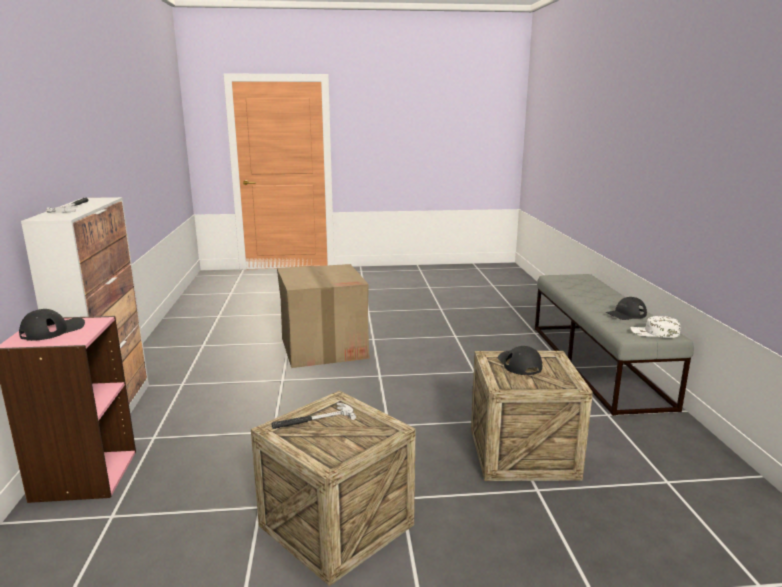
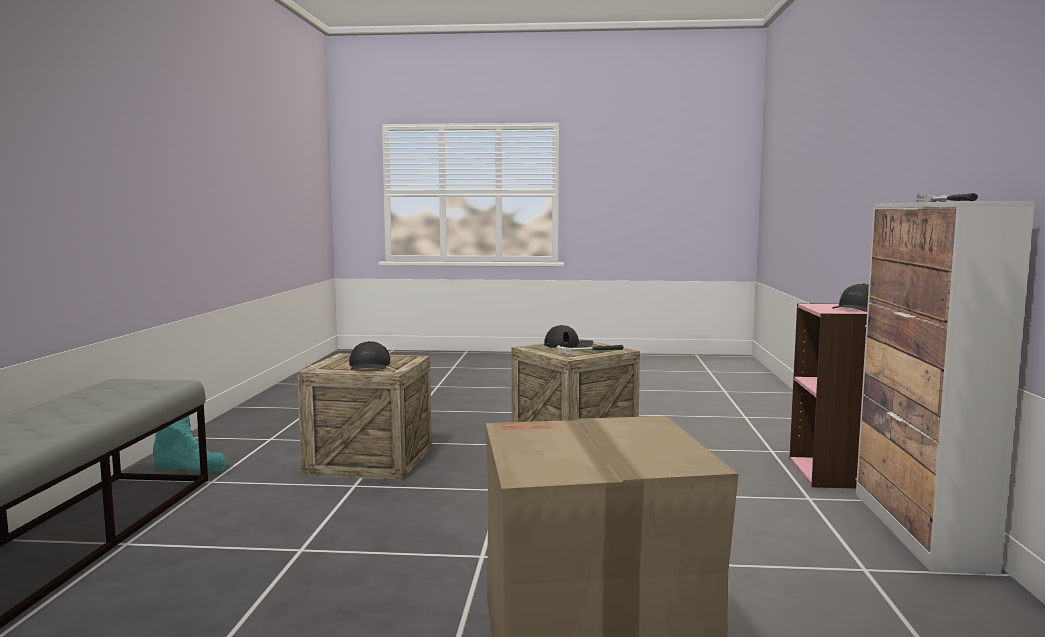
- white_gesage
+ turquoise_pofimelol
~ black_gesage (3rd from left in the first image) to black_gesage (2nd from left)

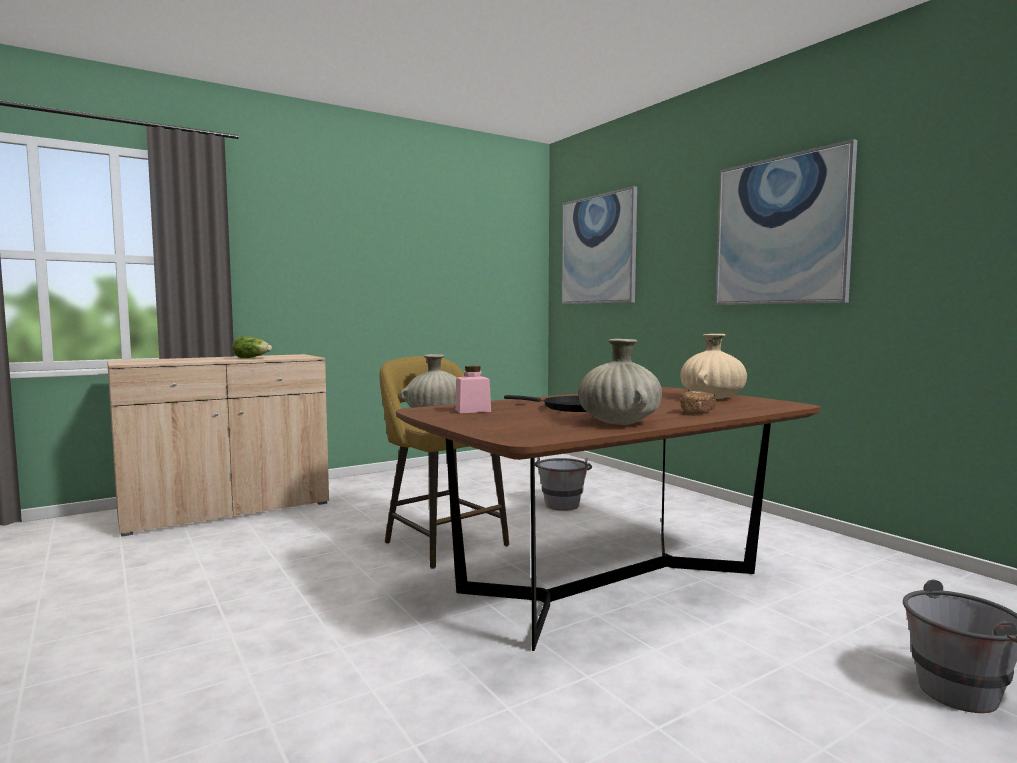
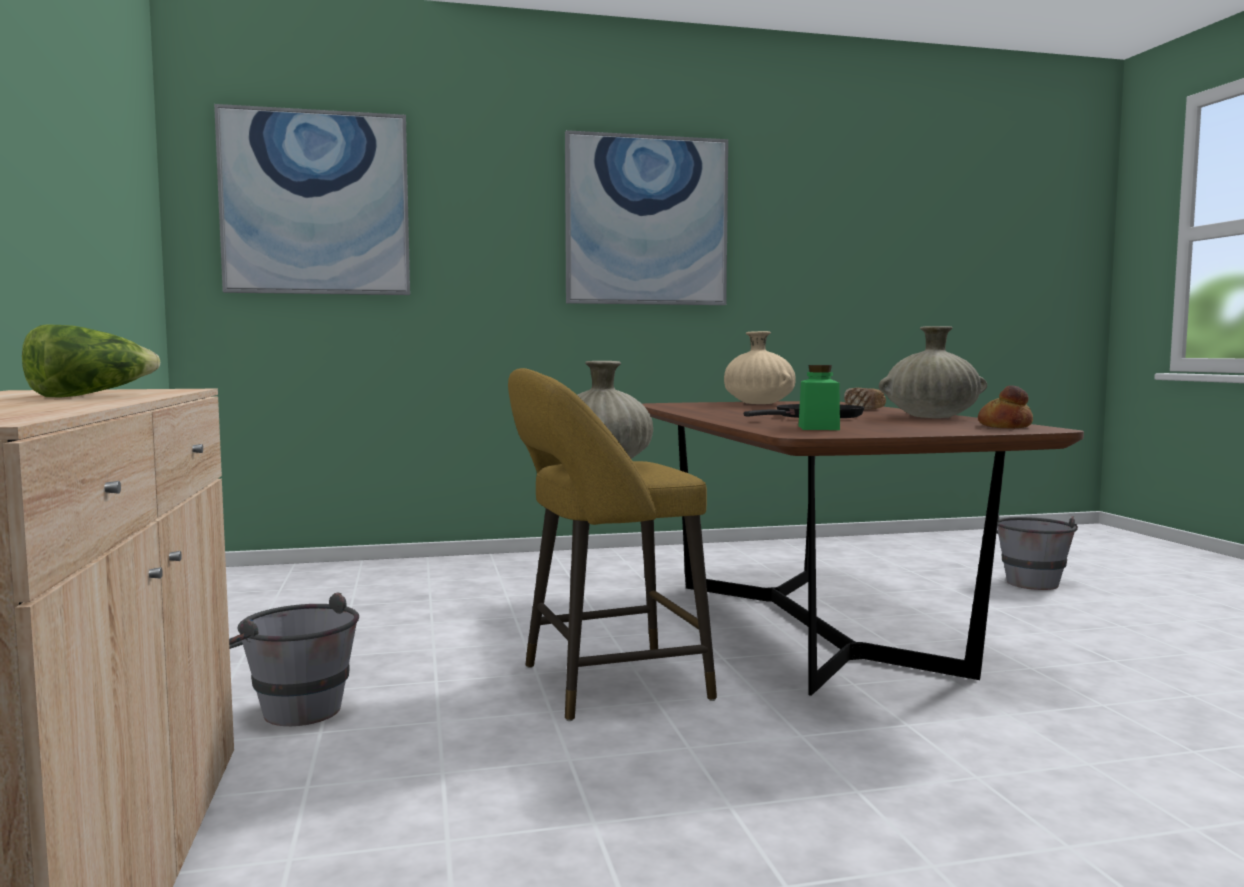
+ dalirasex (2nd from left)
~ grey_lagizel (1st from left)
~ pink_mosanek to green_mosanek

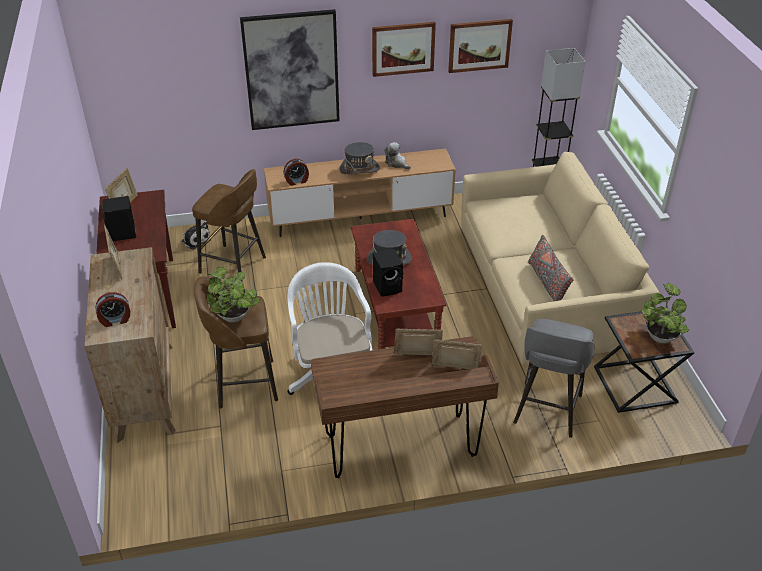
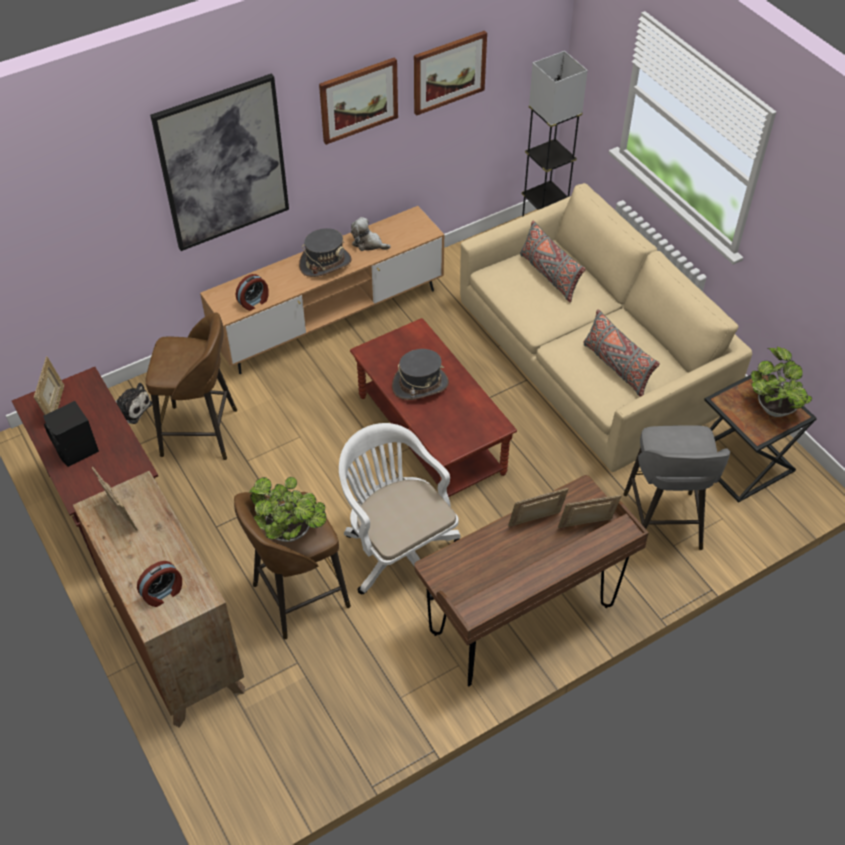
- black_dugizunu (2nd from left)
+ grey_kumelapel (1st from left)

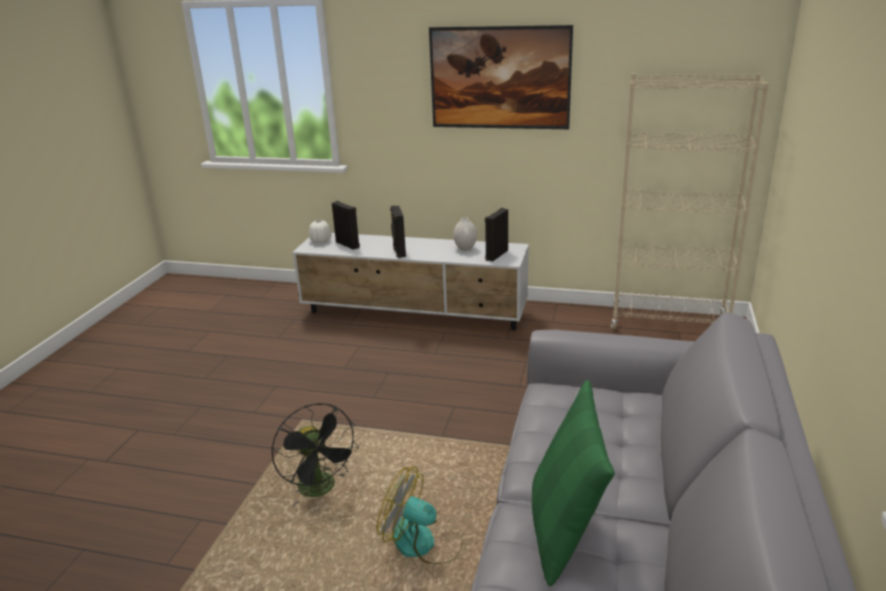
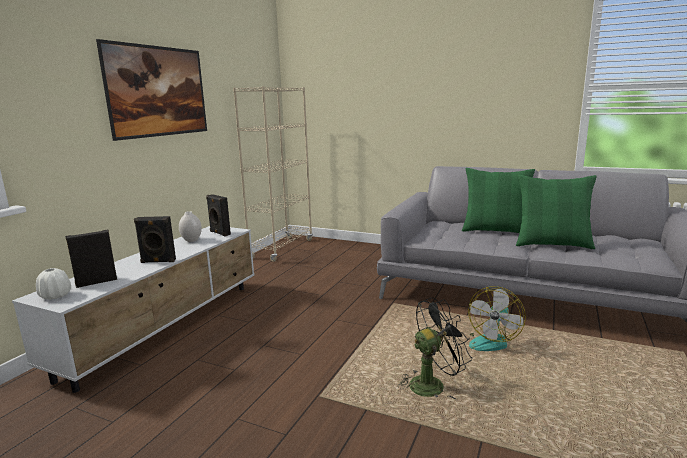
+ green_kumelapel (1st from left)

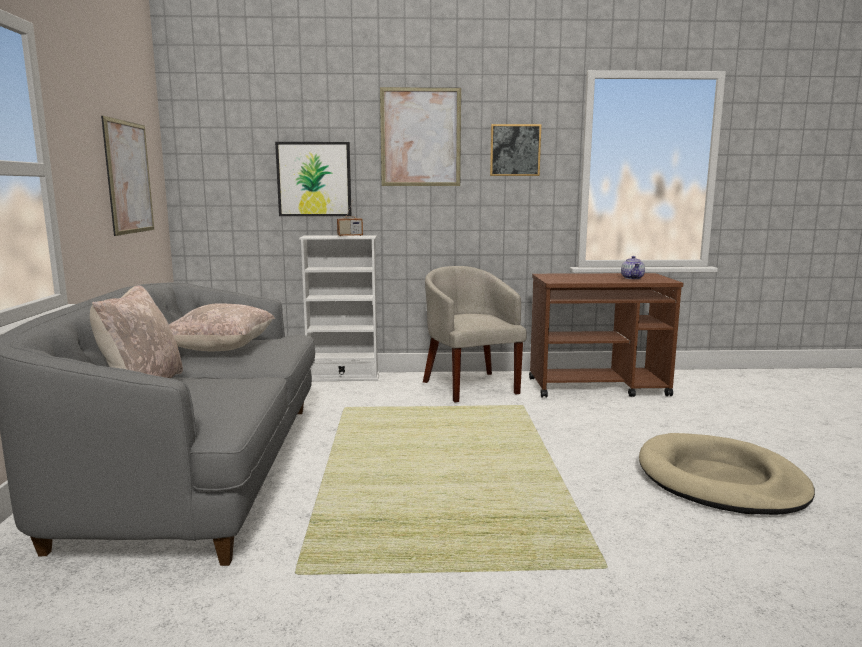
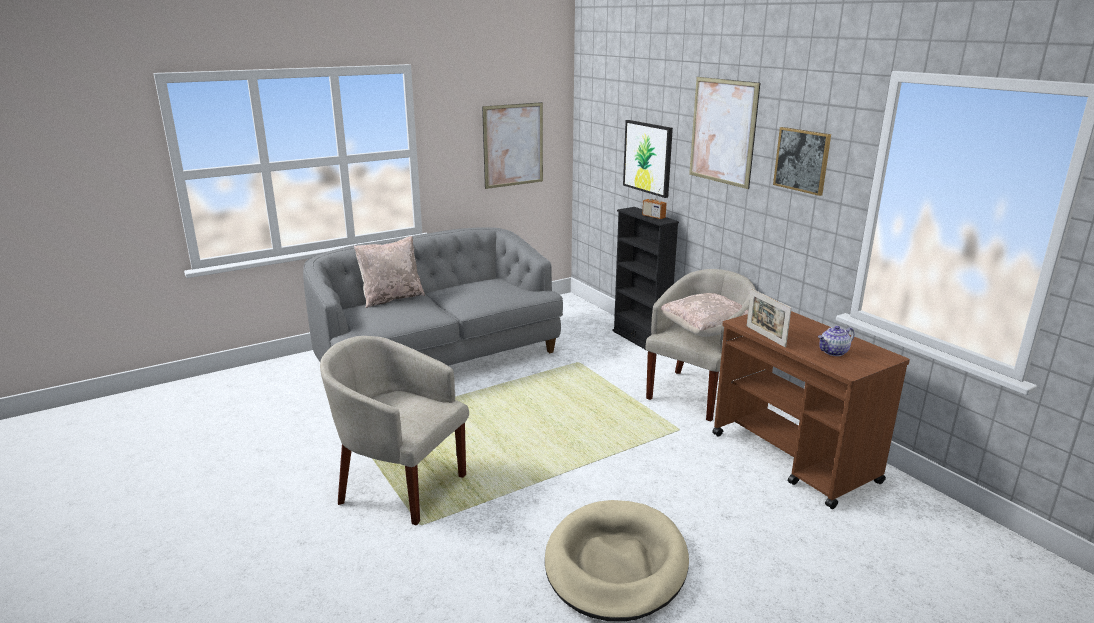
+ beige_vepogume (1st from left)
+ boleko
~ beige_kumelapel (2nd from left)
~ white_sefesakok to black_sefesakok

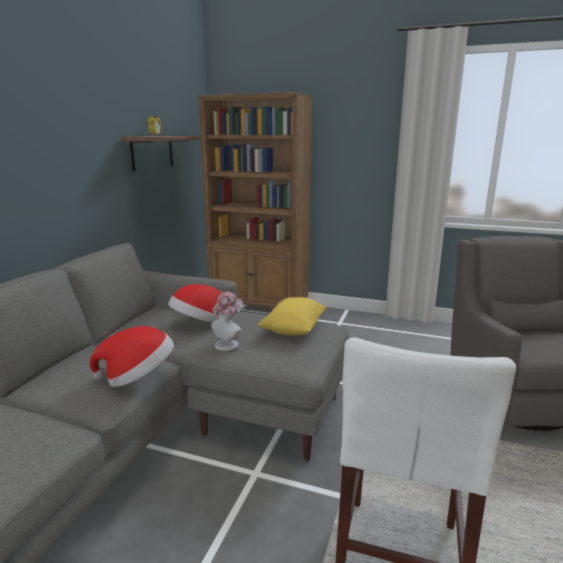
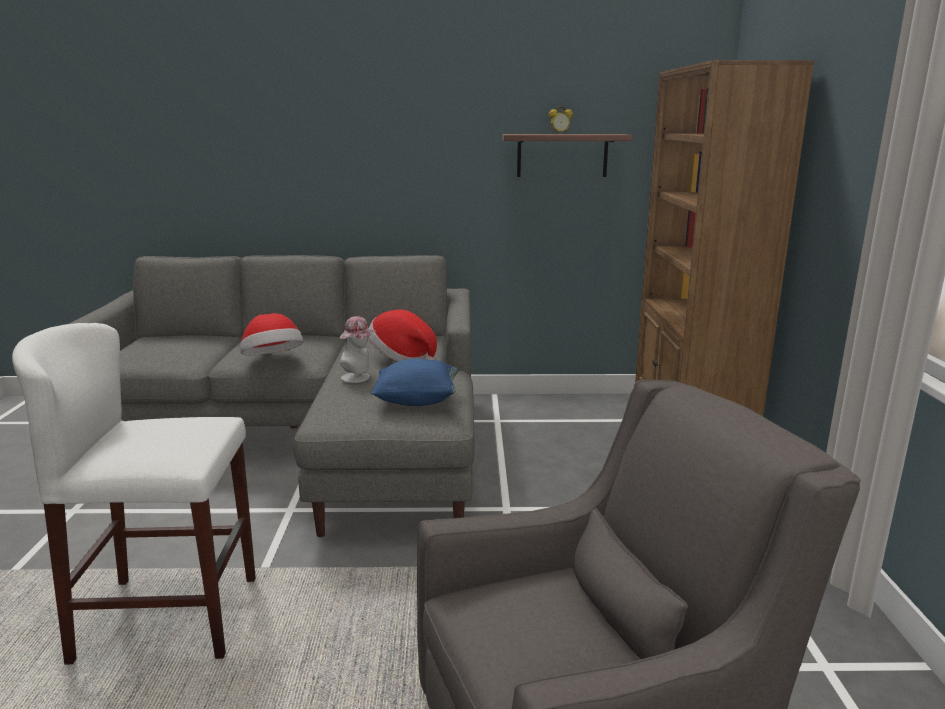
~ yellow_kumelapel to blue_kumelapel

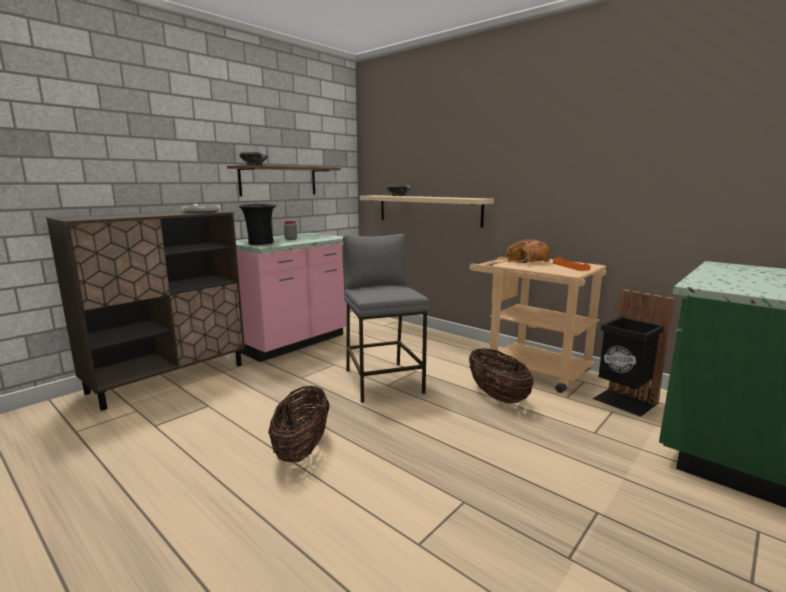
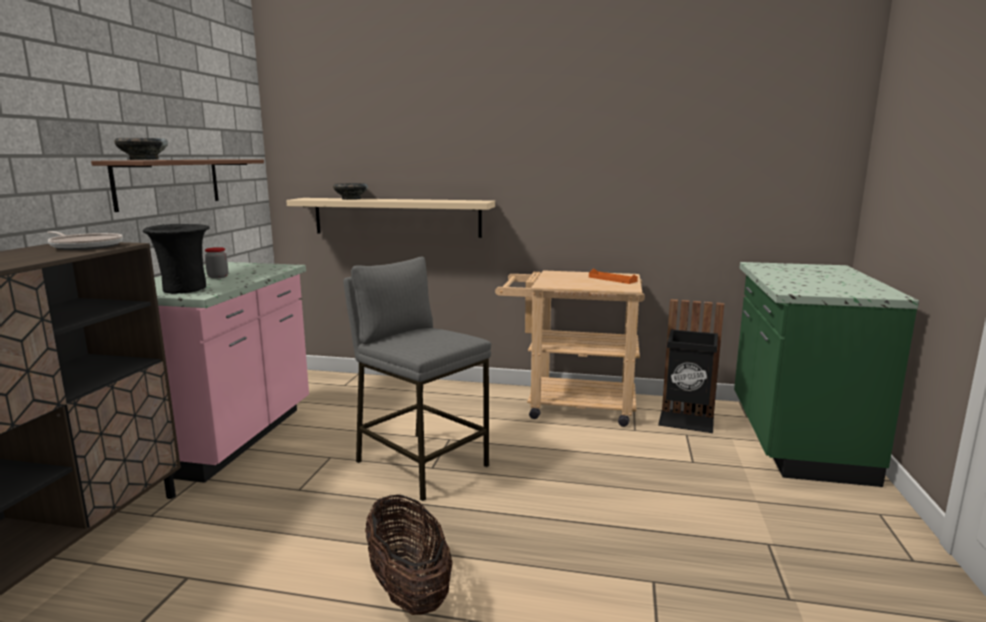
- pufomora (2nd from left)
- dalirasex

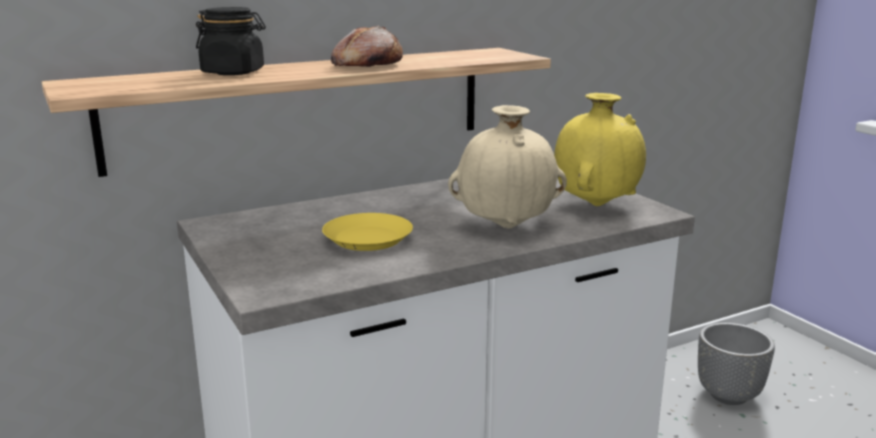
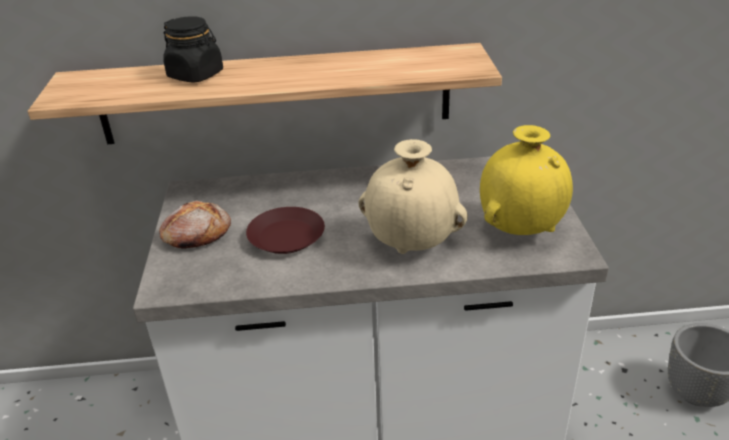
~ dalirasex
~ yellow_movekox to brown_movekox

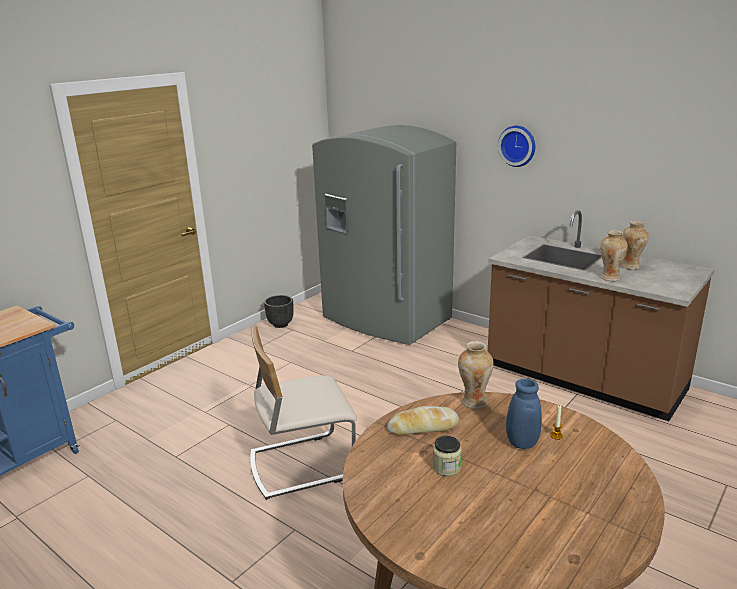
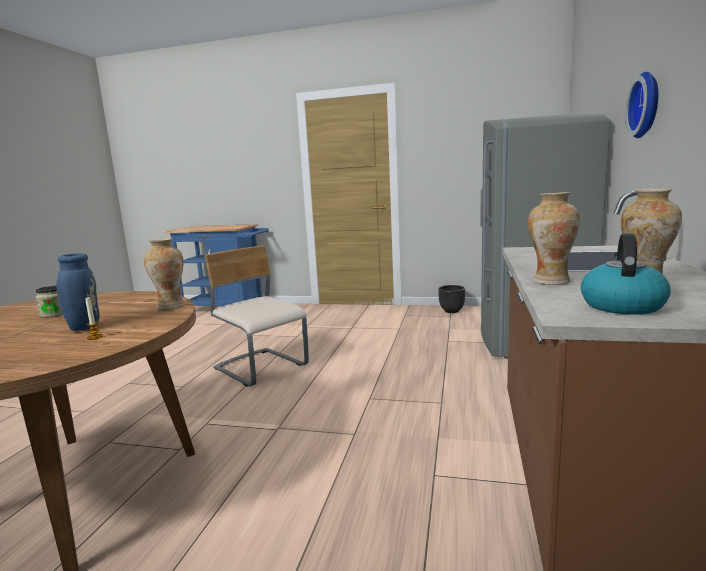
- dalirasex
+ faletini

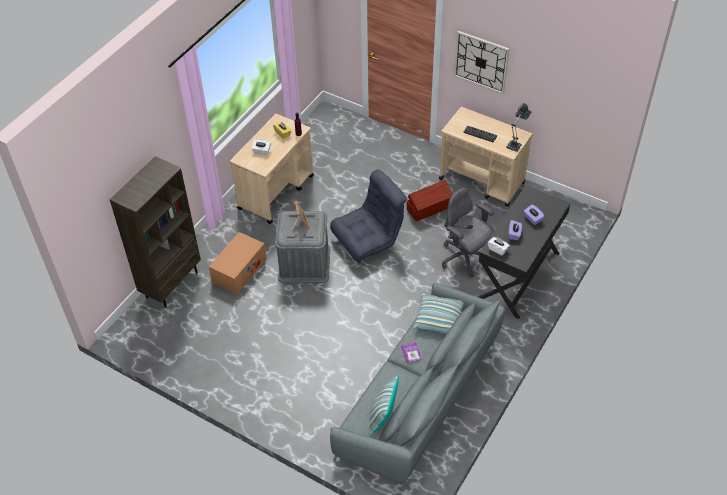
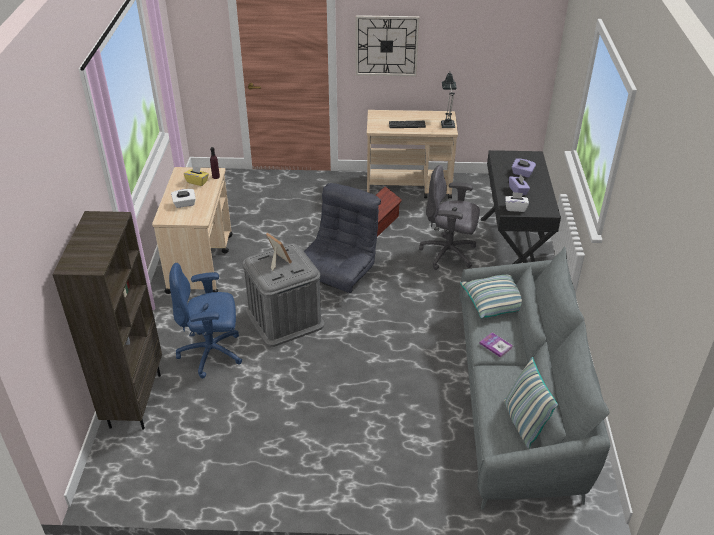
~ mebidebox to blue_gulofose

